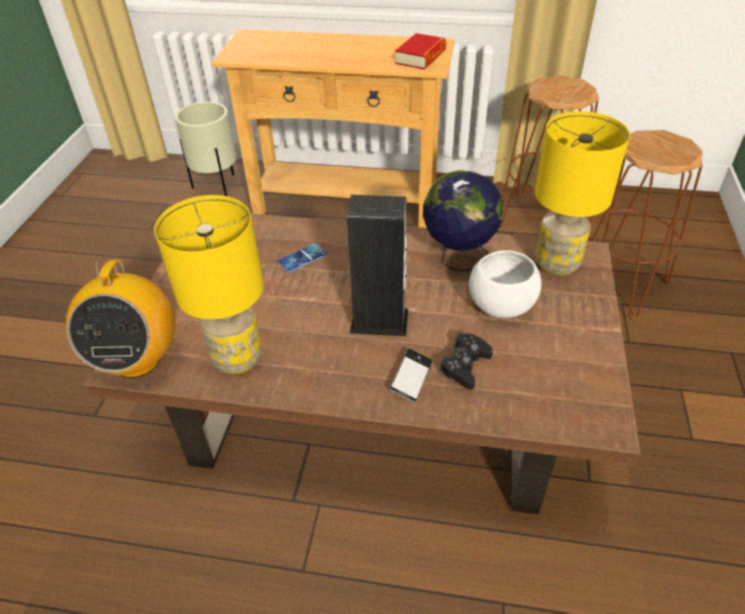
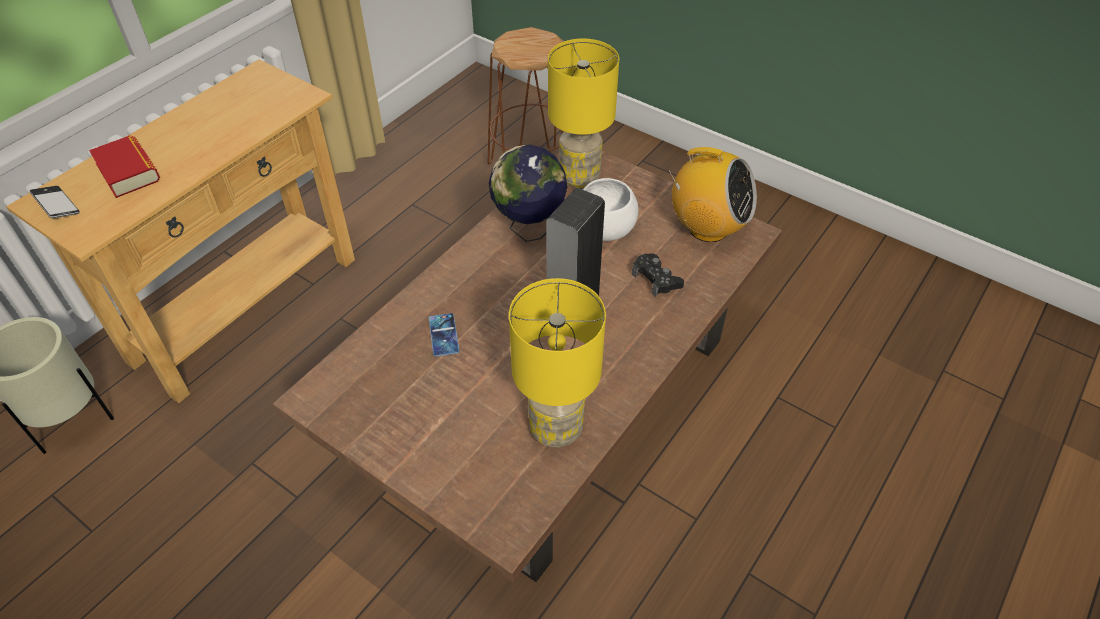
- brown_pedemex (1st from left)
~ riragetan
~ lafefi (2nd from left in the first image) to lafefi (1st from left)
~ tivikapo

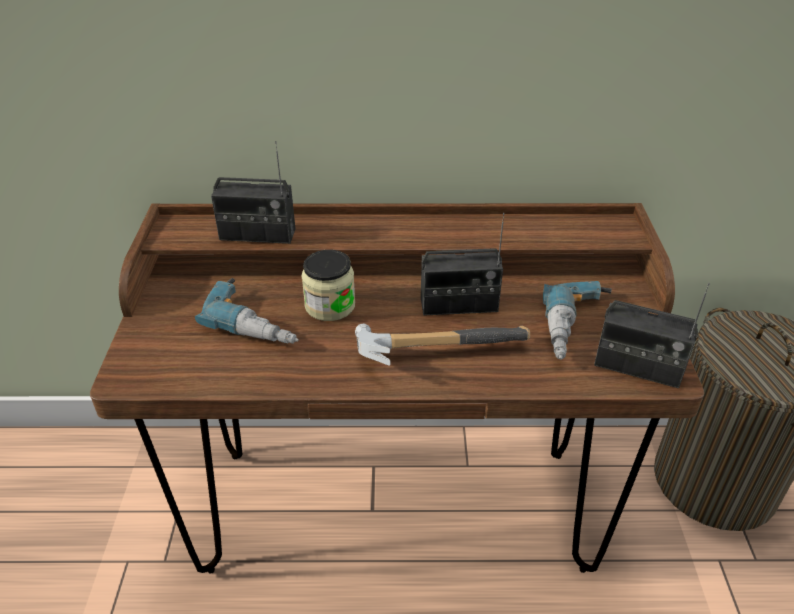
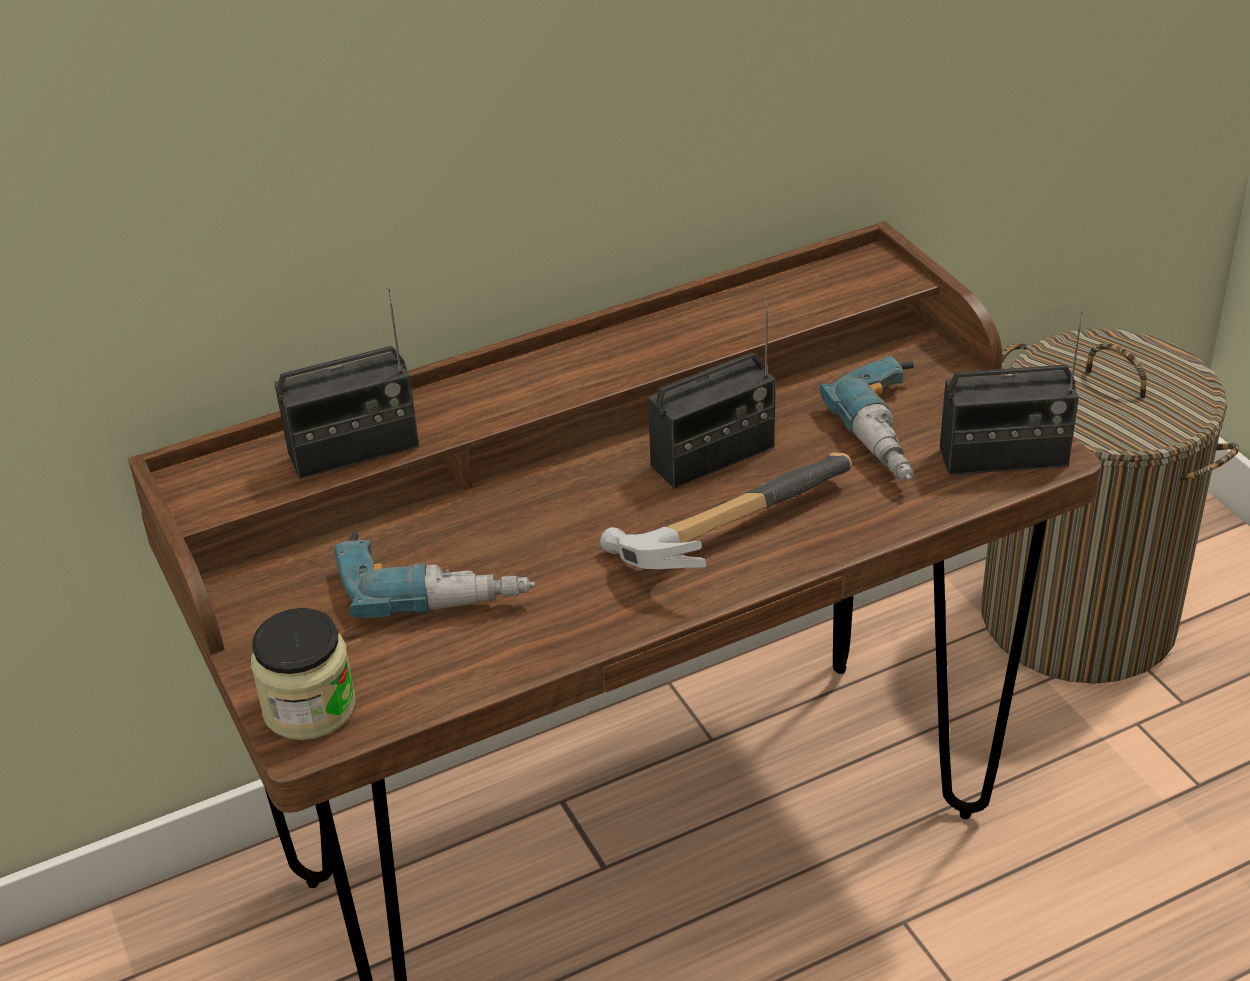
~ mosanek

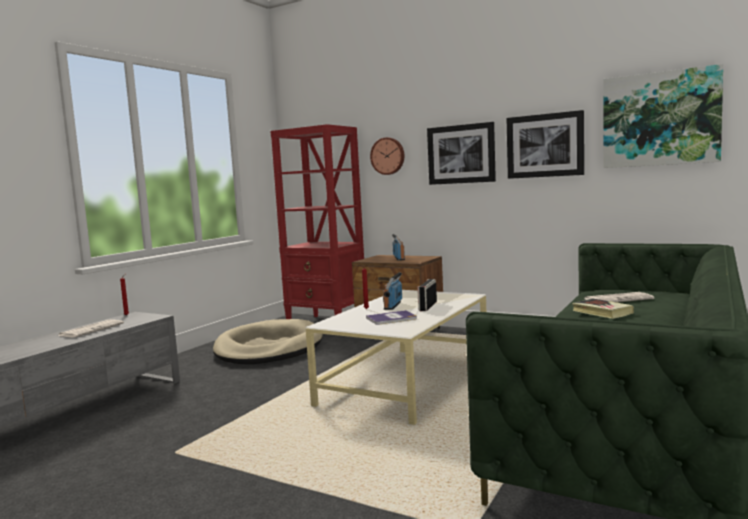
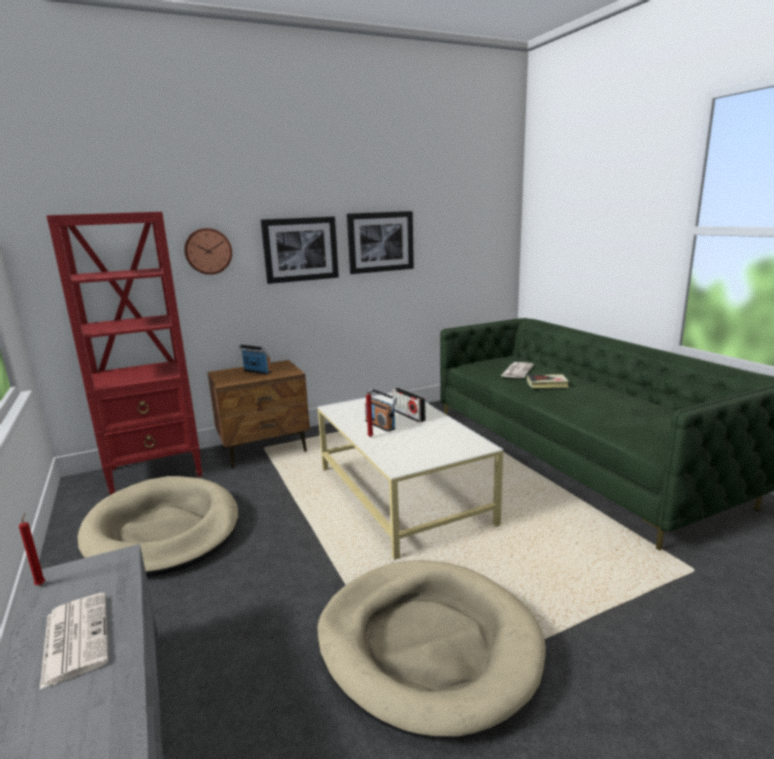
- tivikapo (1st from left)
- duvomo (3rd from left)
+ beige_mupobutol (2nd from left)

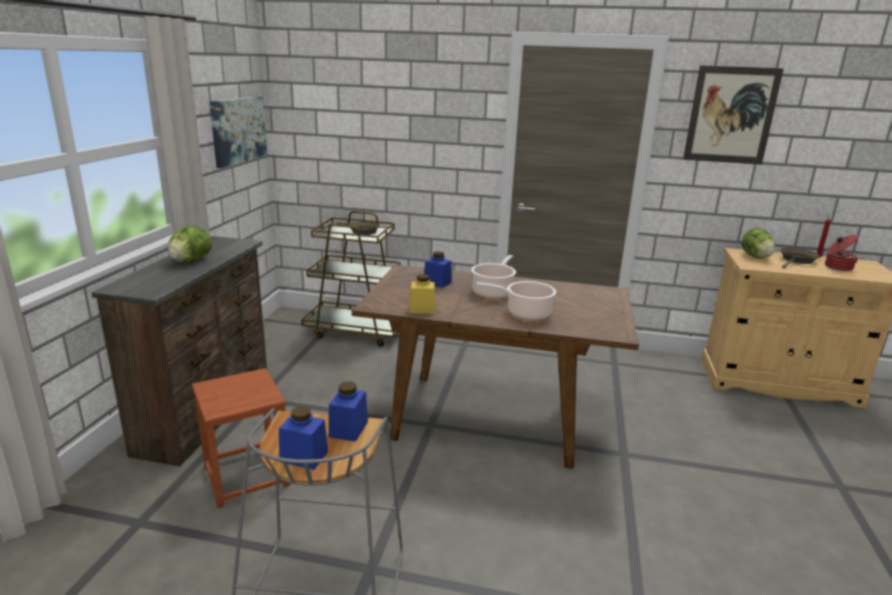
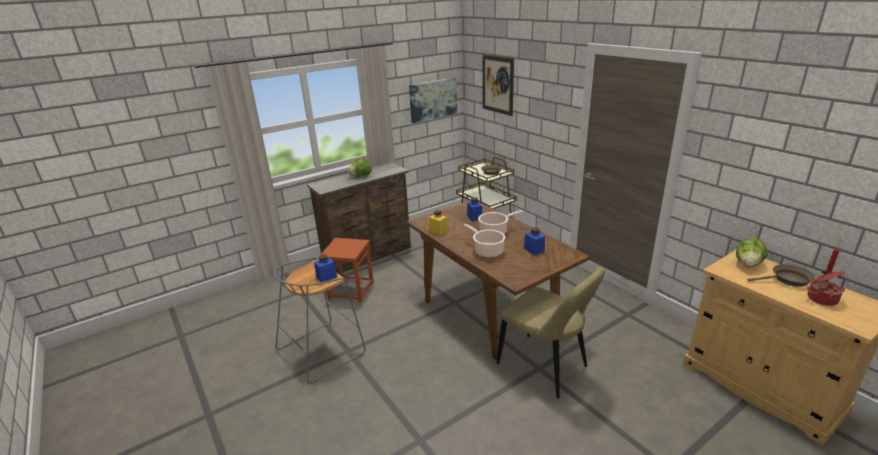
+ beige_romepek
~ blue_mosanek (1st from left in the first image) to blue_mosanek (3rd from left)
~ duvomo (2nd from left)

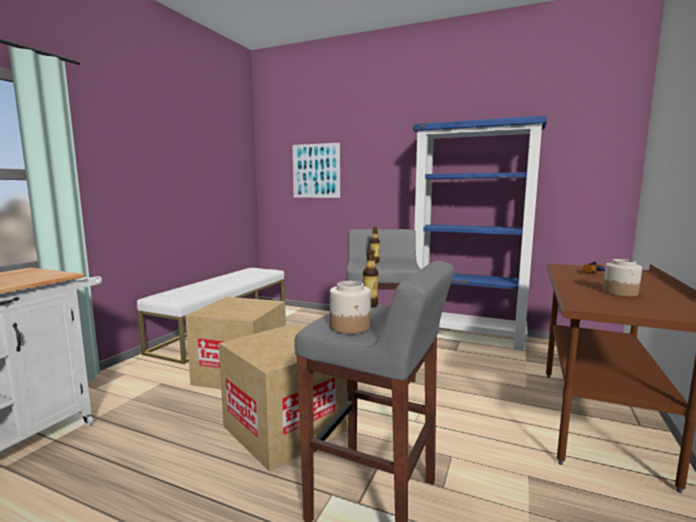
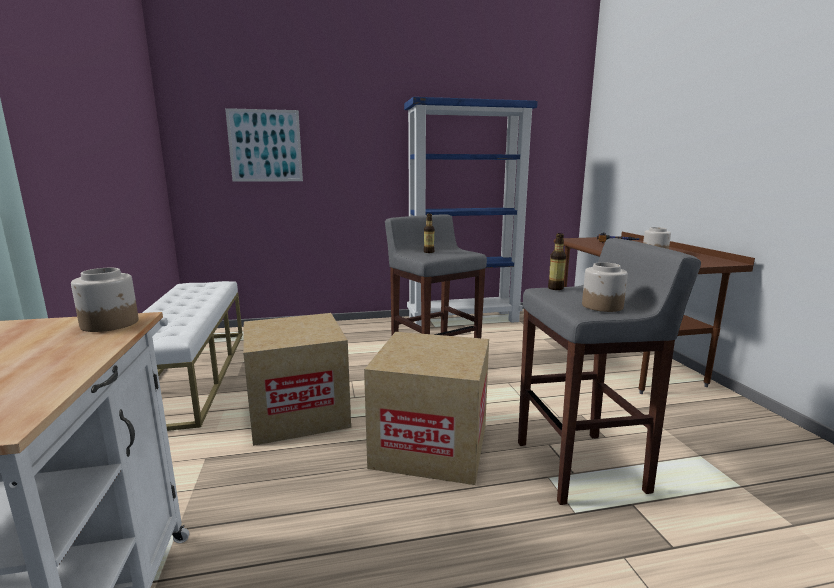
+ mosanek (1st from left)

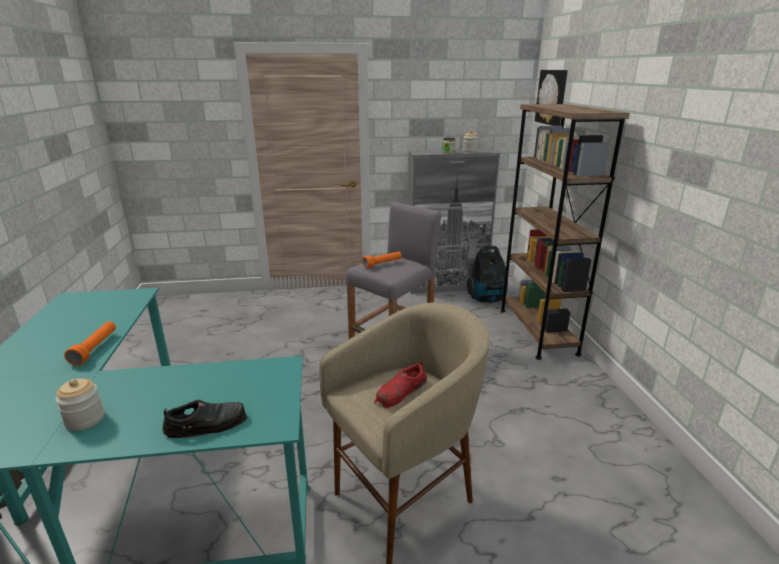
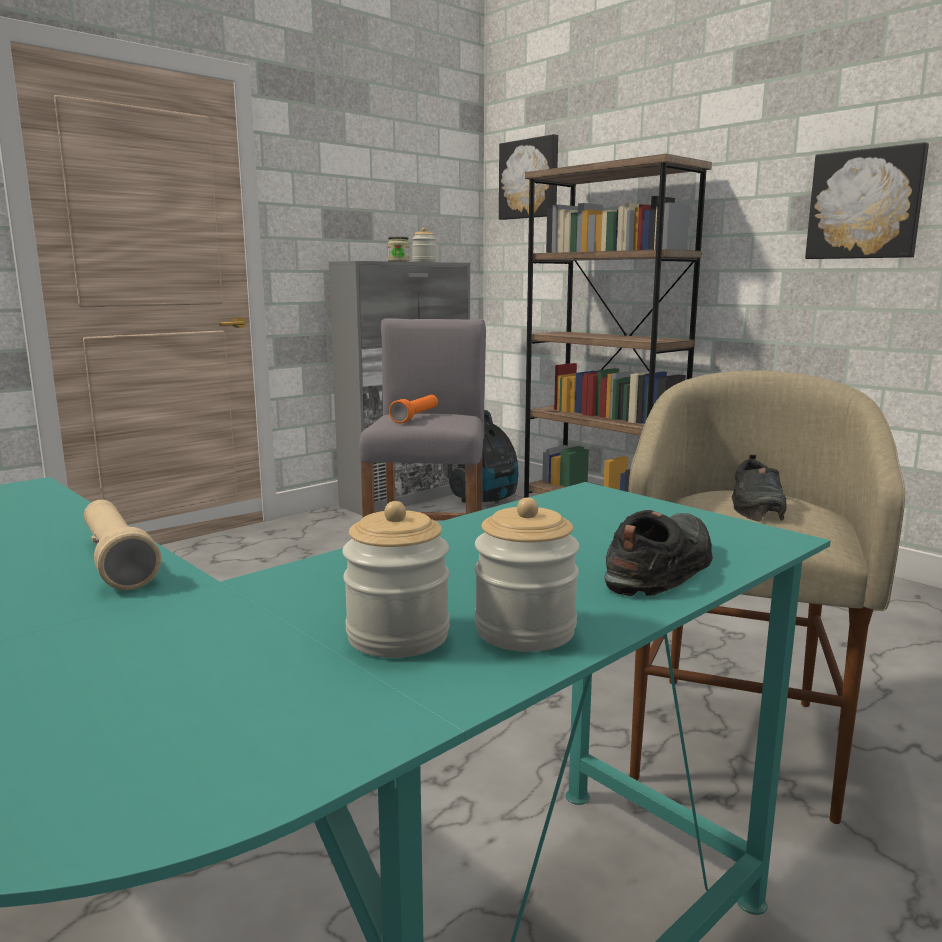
+ mosanek (4th from left)
+ duvomo (2nd from left)
~ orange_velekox (1st from left) to beige_velekox
~ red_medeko to black_medeko (2nd from left)

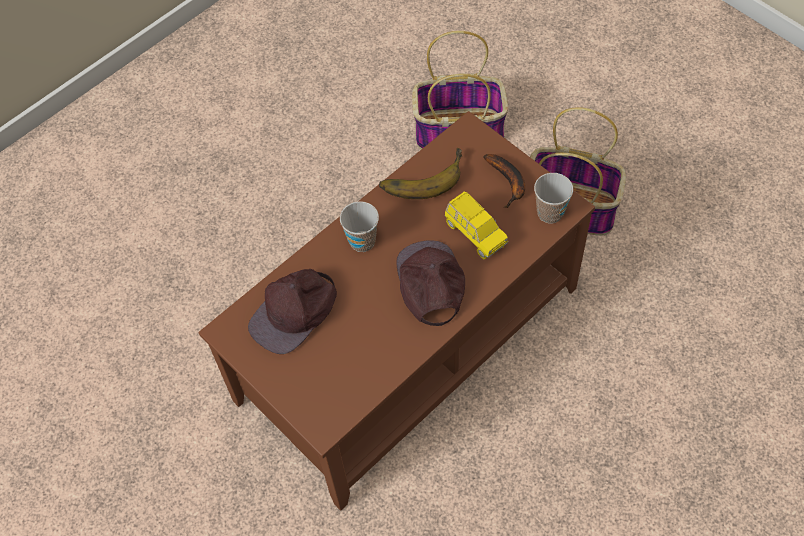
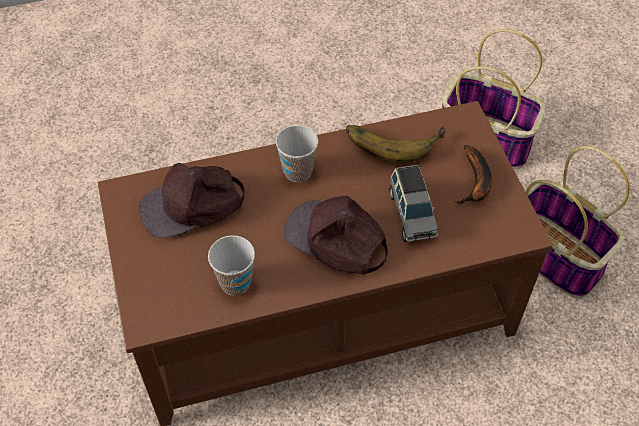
~ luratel (2nd from left in the first image) to luratel (1st from left)
~ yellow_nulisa to grey_nulisa
~ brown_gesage (2nd from left) 75 degrees counterclockwise

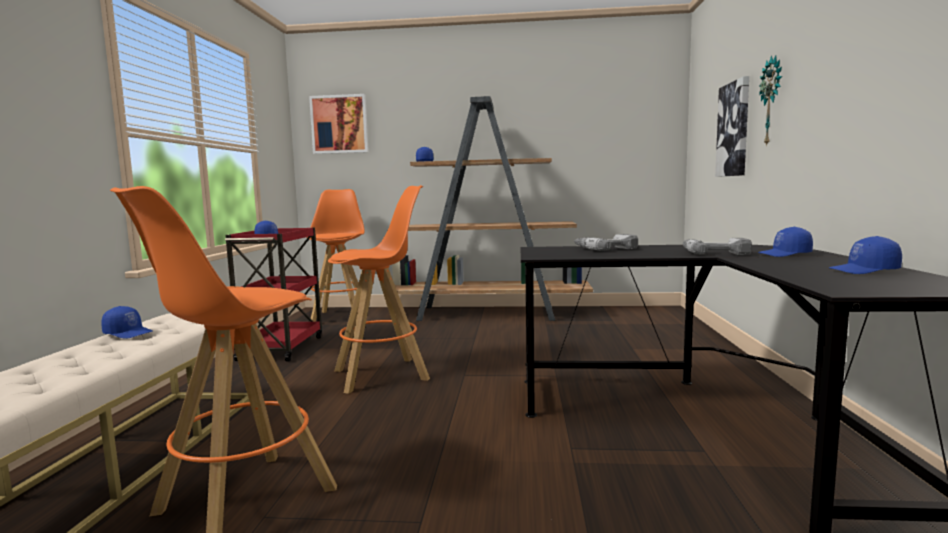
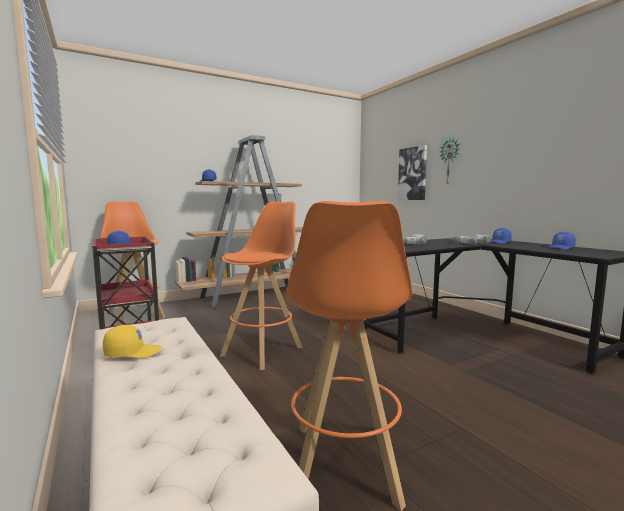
- duvomo (1st from left)
~ blue_gesage (1st from left) to yellow_gesage

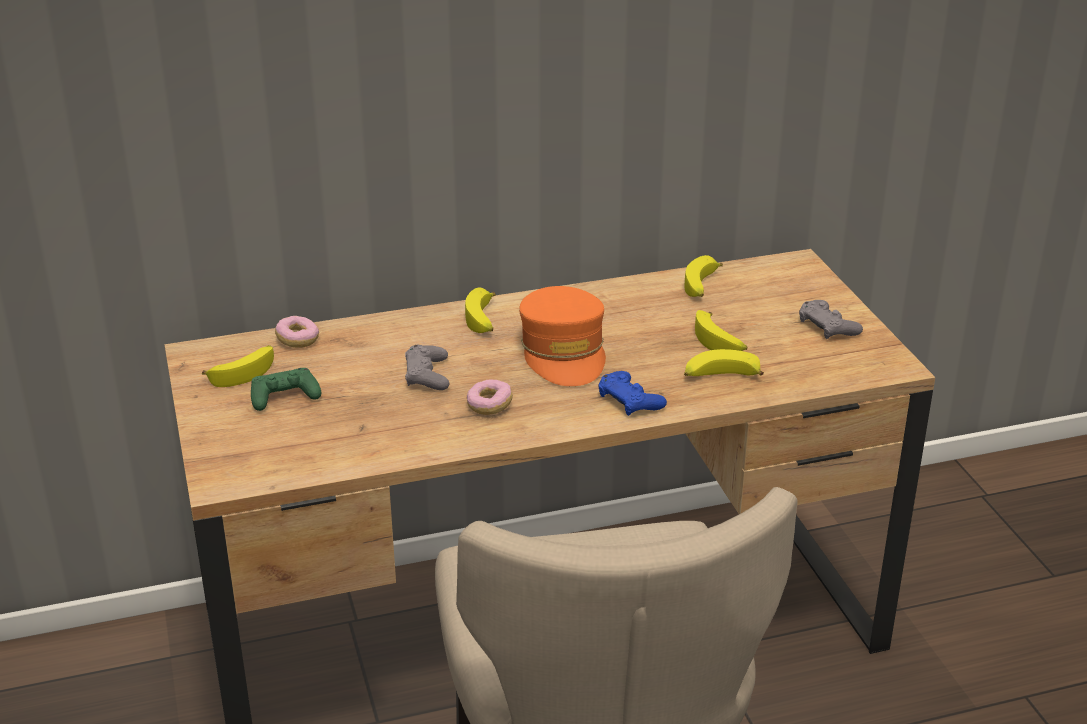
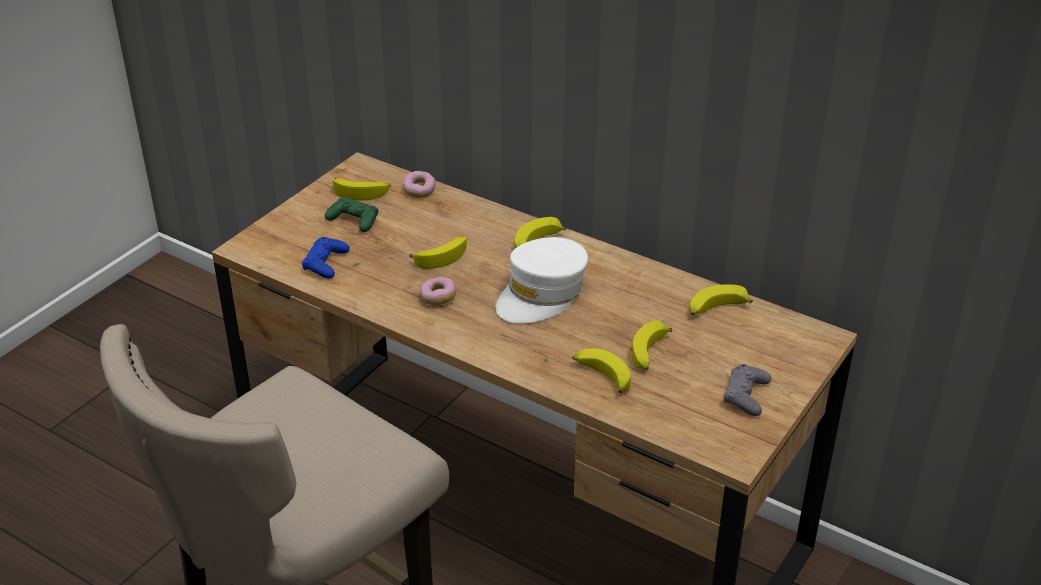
~ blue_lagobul
~ grey_lagobul (1st from left) to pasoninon (2nd from left)
~ orange_gesage to white_gesage

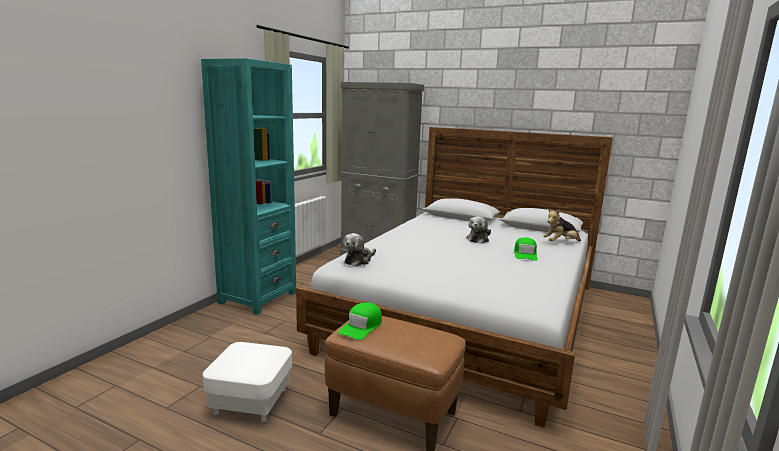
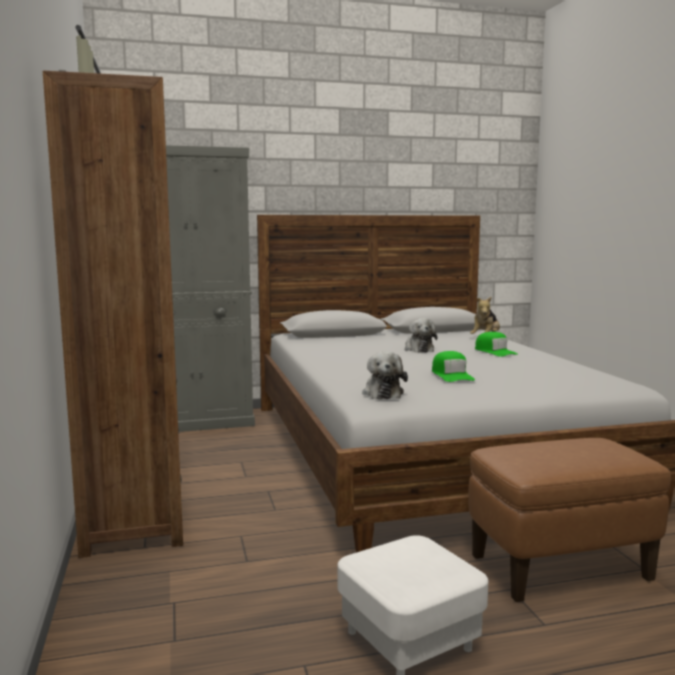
~ green_gesage (1st from left)
~ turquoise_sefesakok to brown_sefesakok

